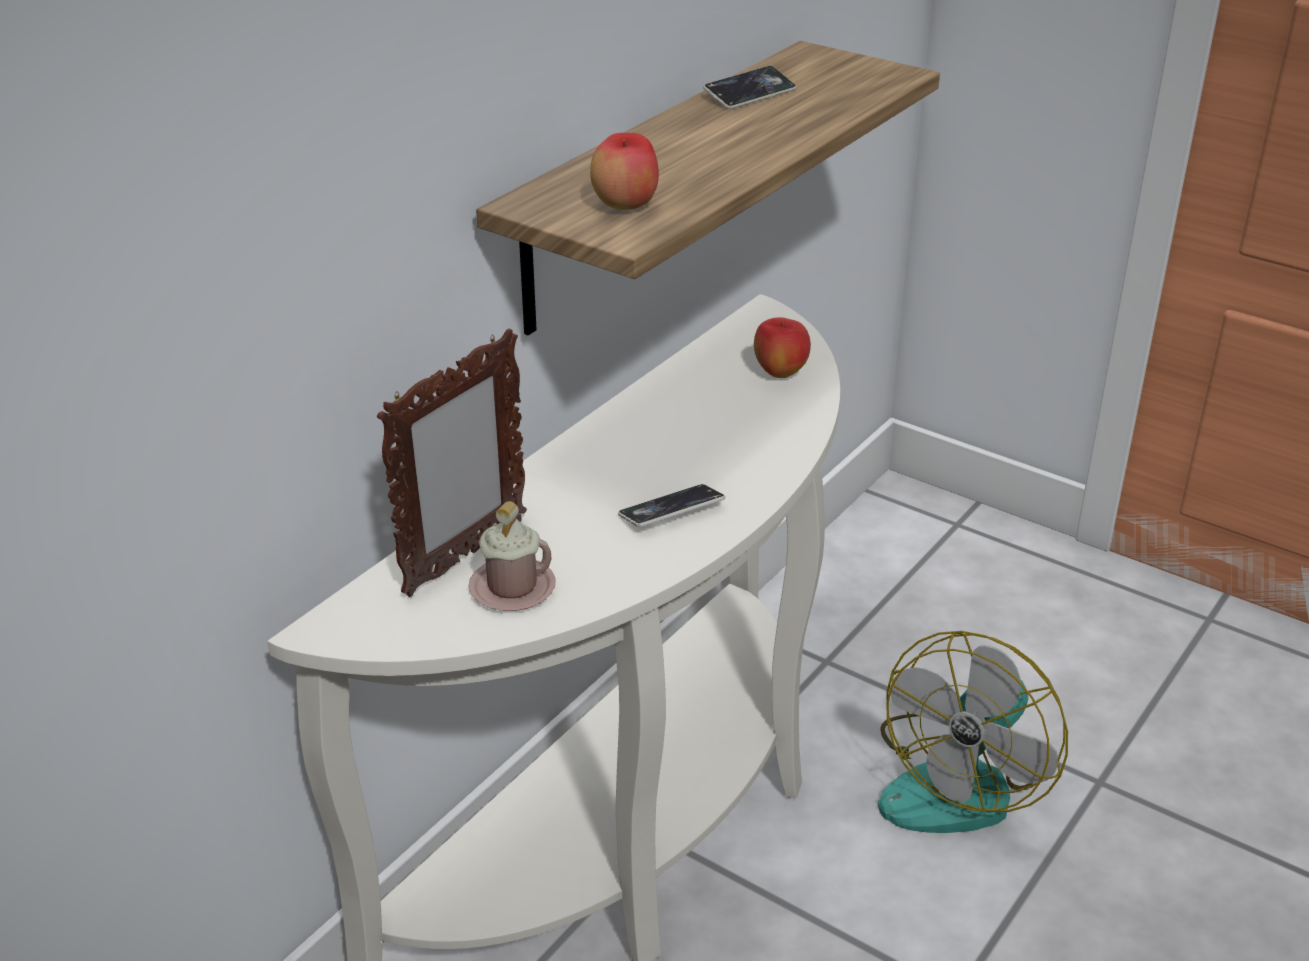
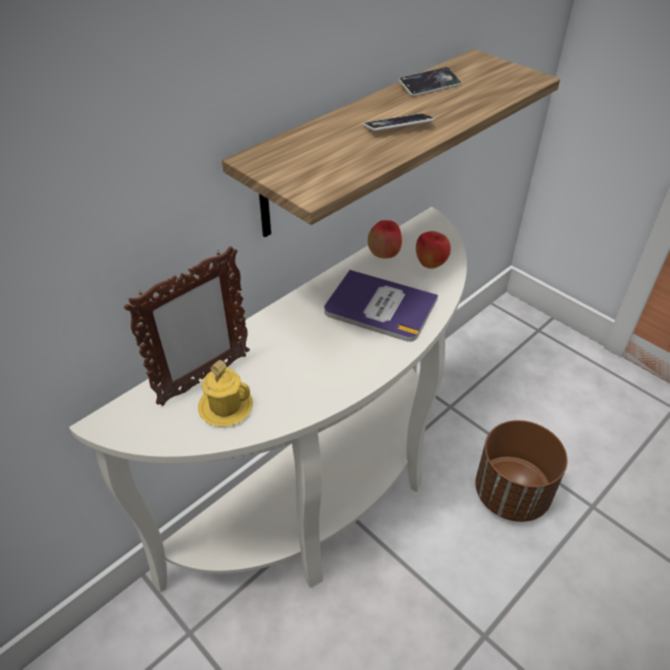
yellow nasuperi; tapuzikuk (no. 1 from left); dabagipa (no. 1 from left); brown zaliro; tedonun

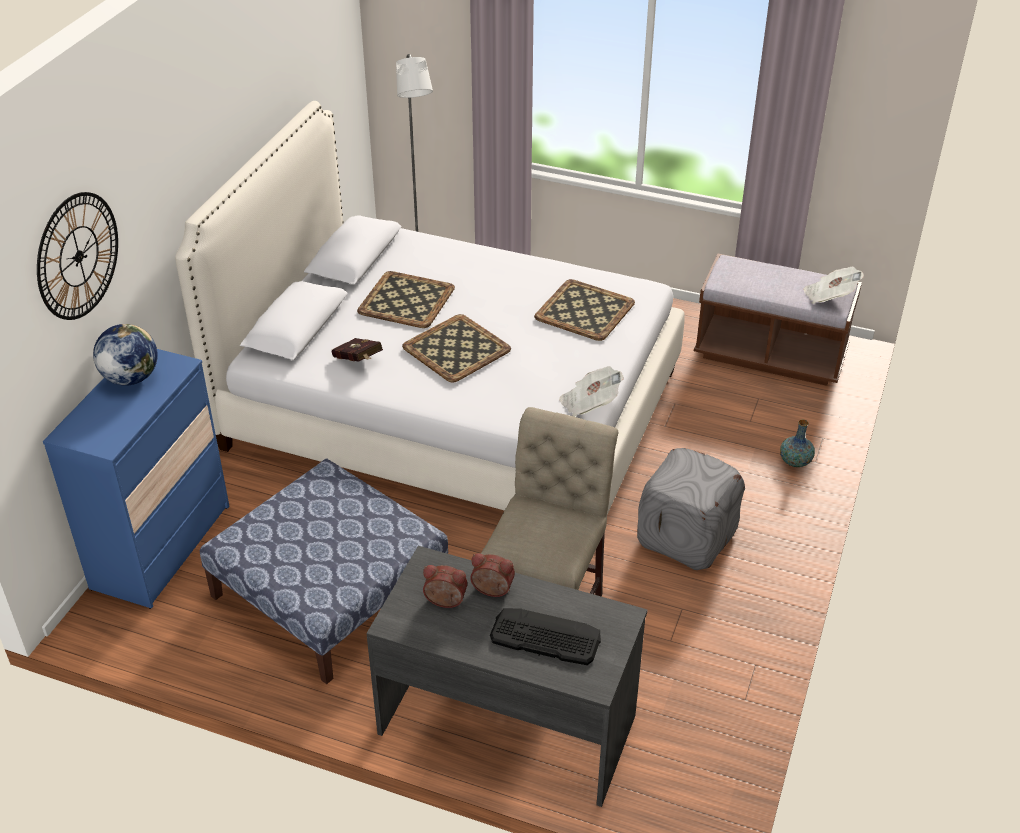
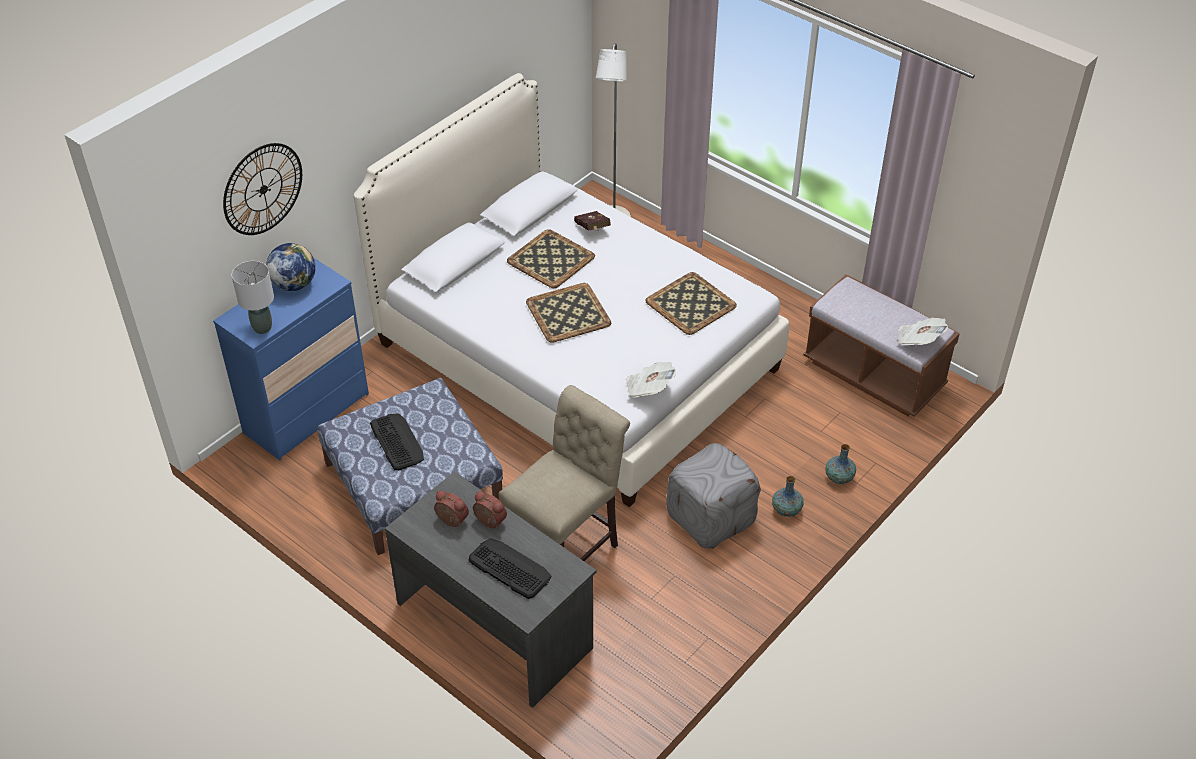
red tedonun; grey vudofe; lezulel (no. 1 from left); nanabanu (no. 1 from left)

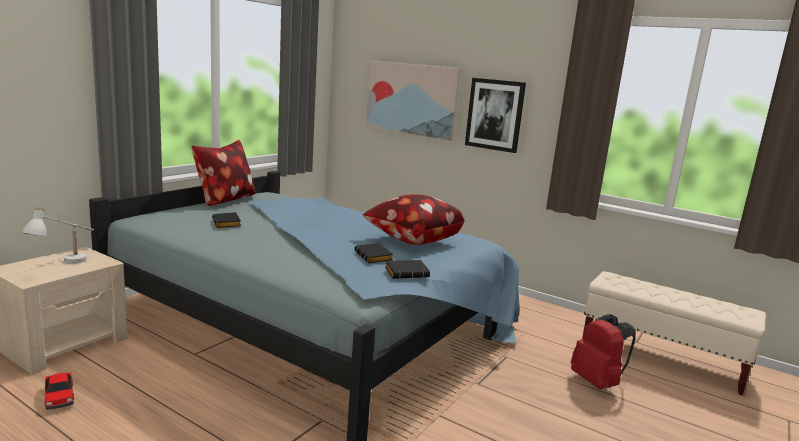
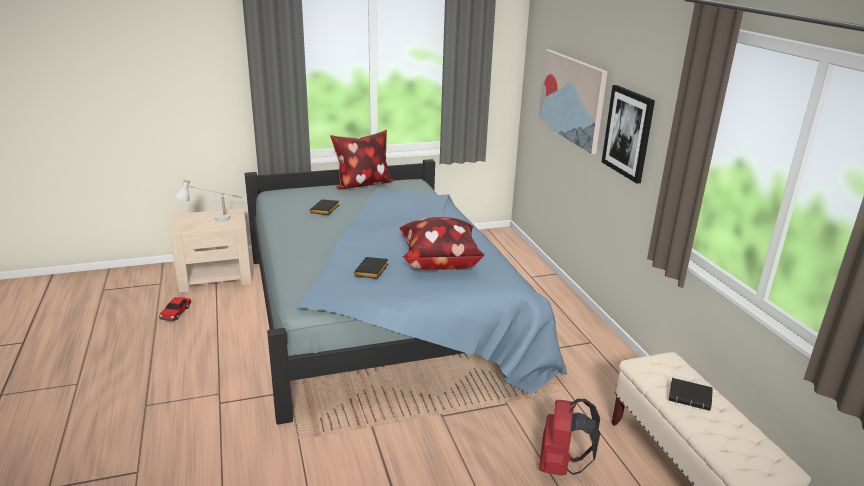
black tedonun (no. 3 from left)

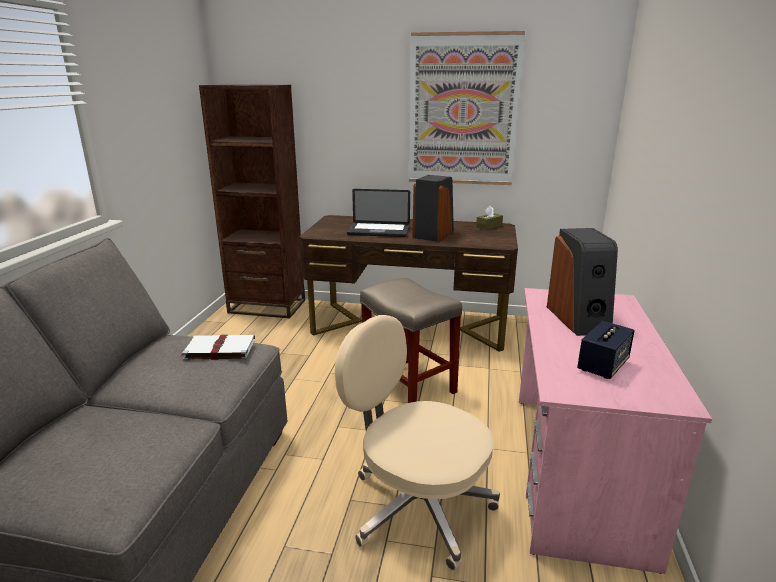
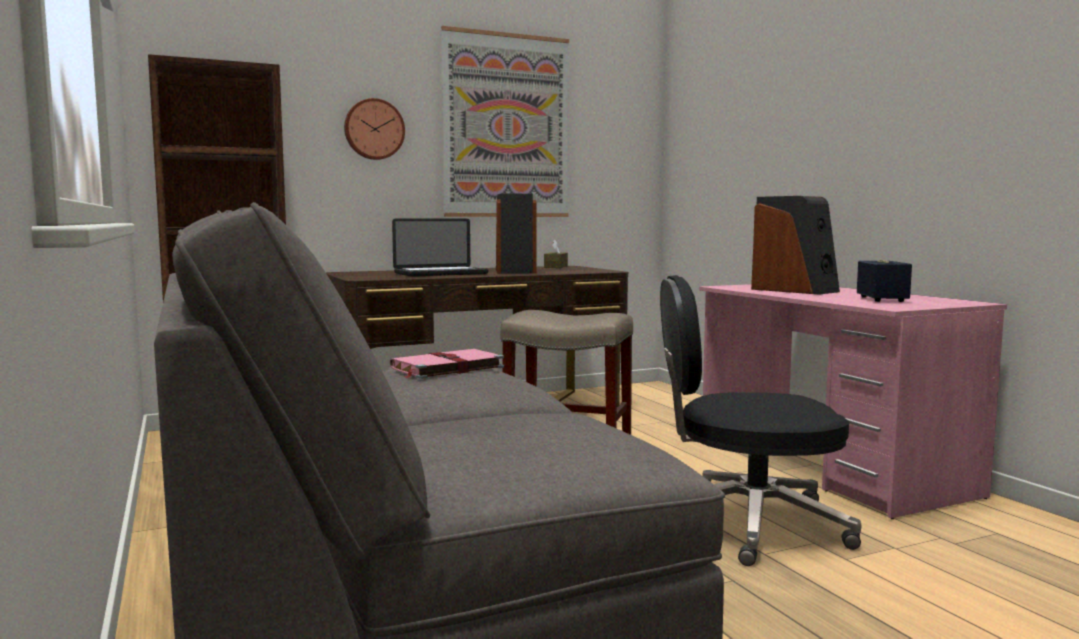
pink tedonun; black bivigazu; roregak

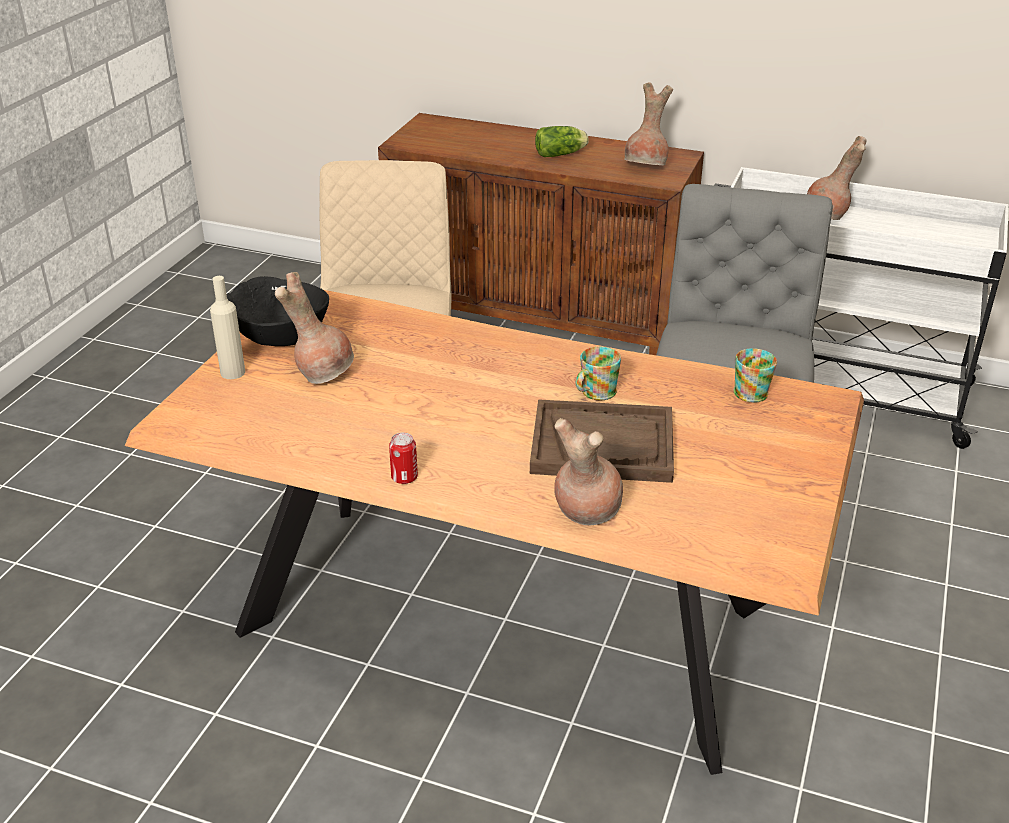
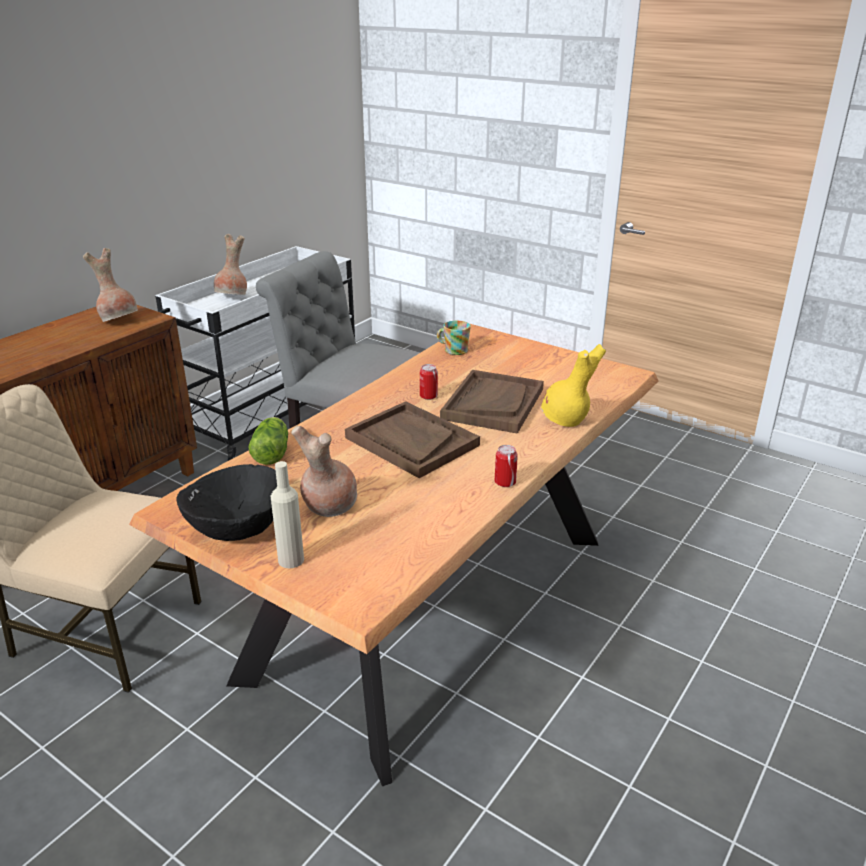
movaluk; yellow nanabanu; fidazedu (no. 1 from left); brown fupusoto (no. 1 from left)

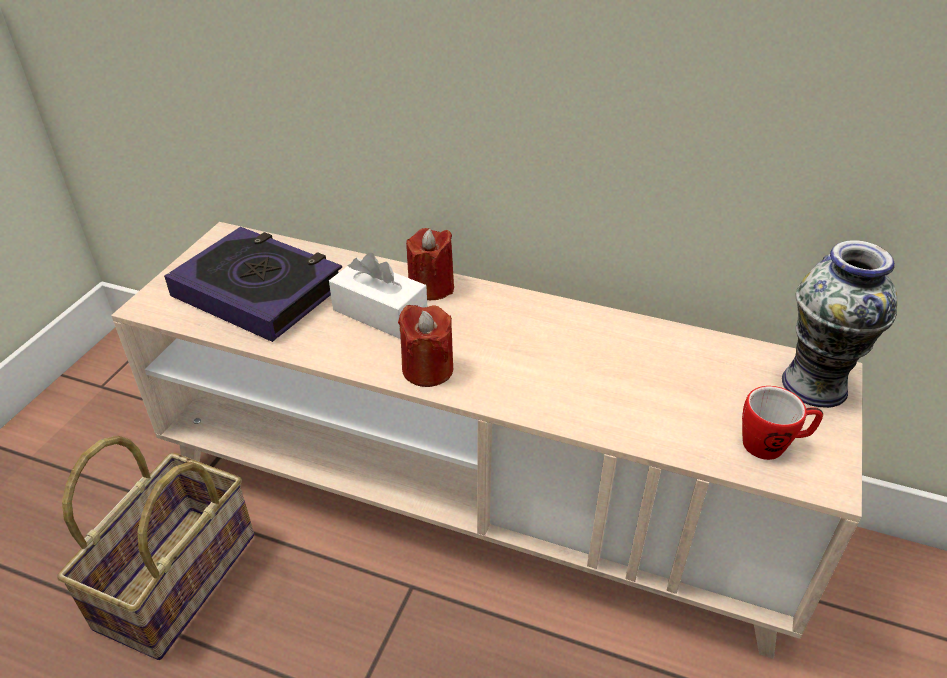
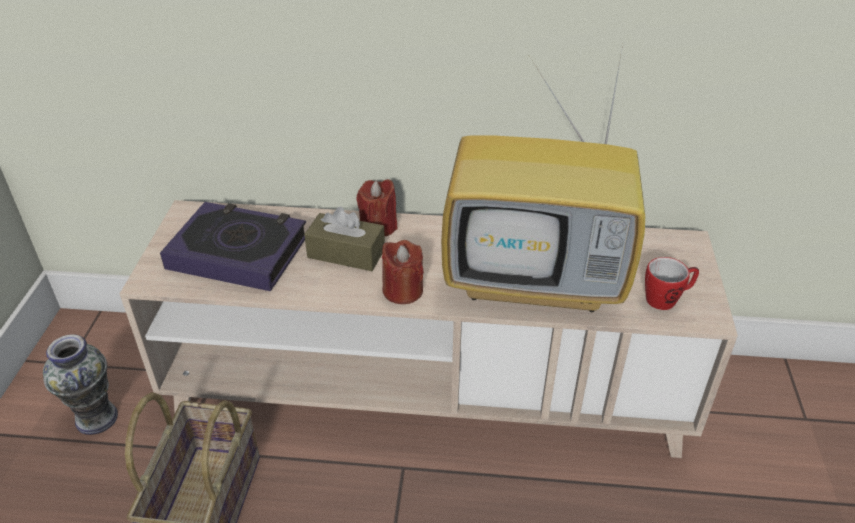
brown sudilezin; nanabanu; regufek

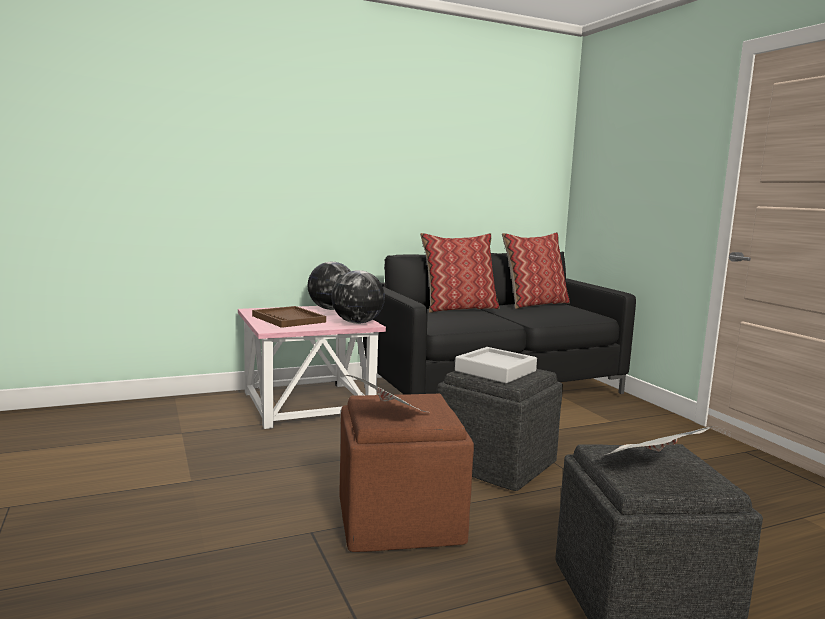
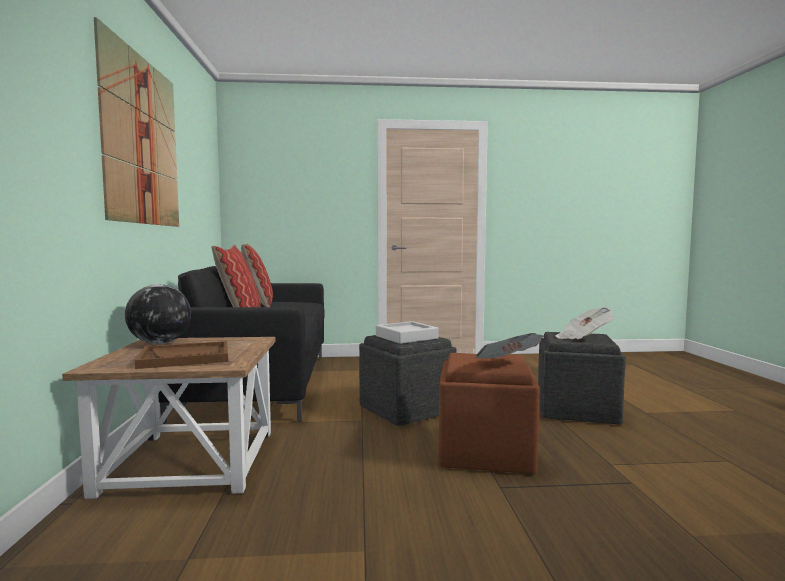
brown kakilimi; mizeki (no. 2 from left in the first image); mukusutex

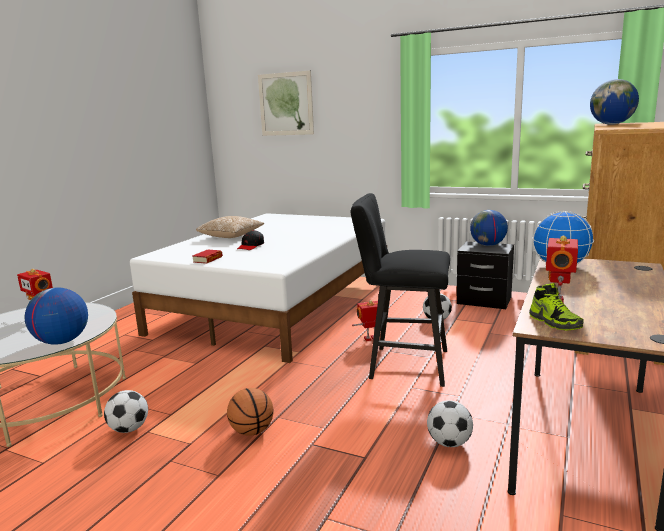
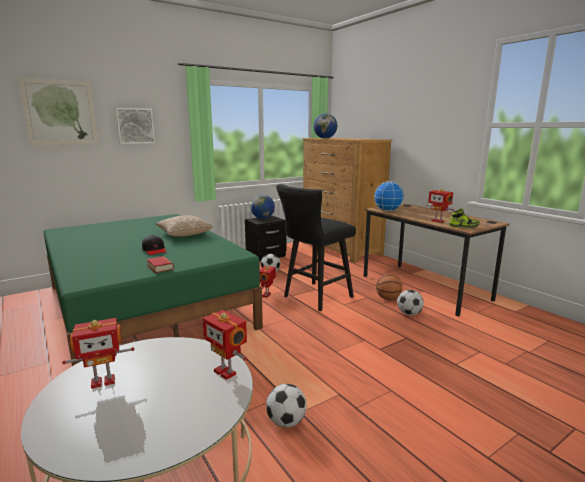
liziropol (no. 2 from left); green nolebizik; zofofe; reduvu; mukusutex (no. 2 from left)

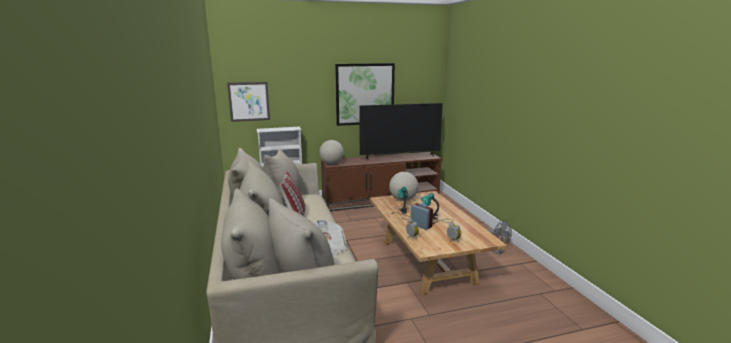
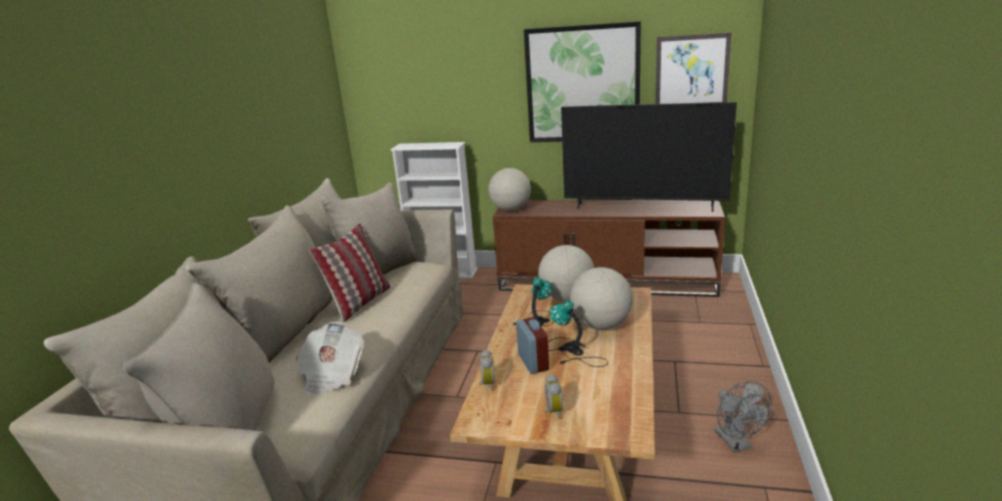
mukusutex (no. 2 from left); mizeki (no. 3 from left)

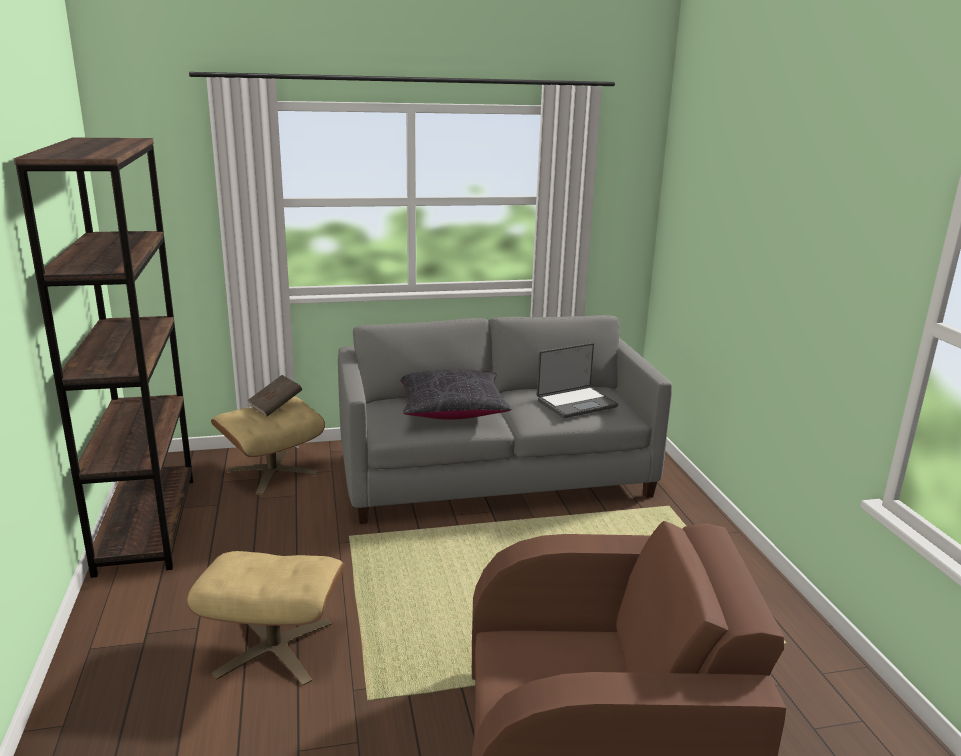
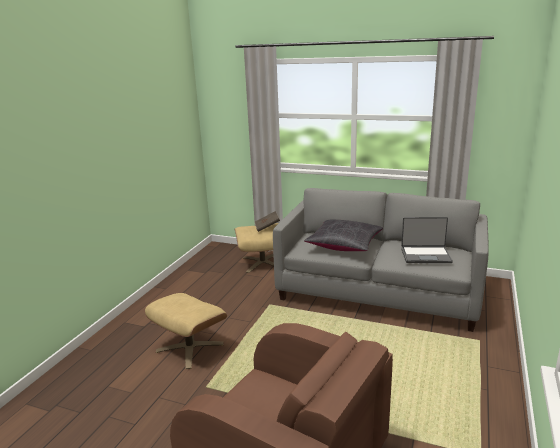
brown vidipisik

